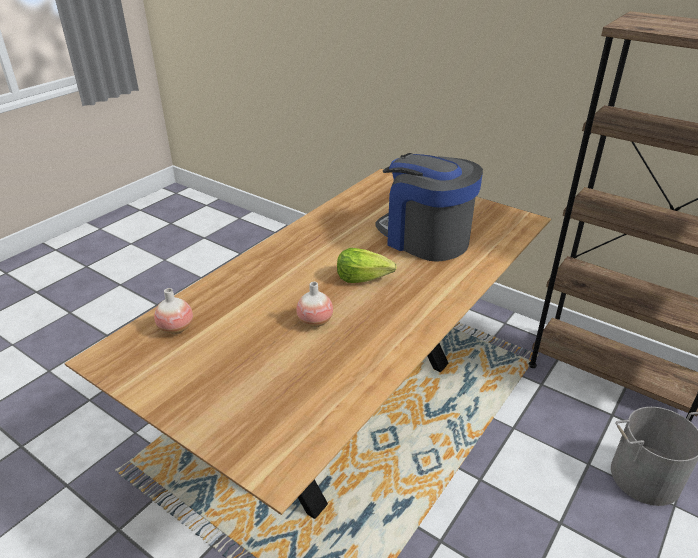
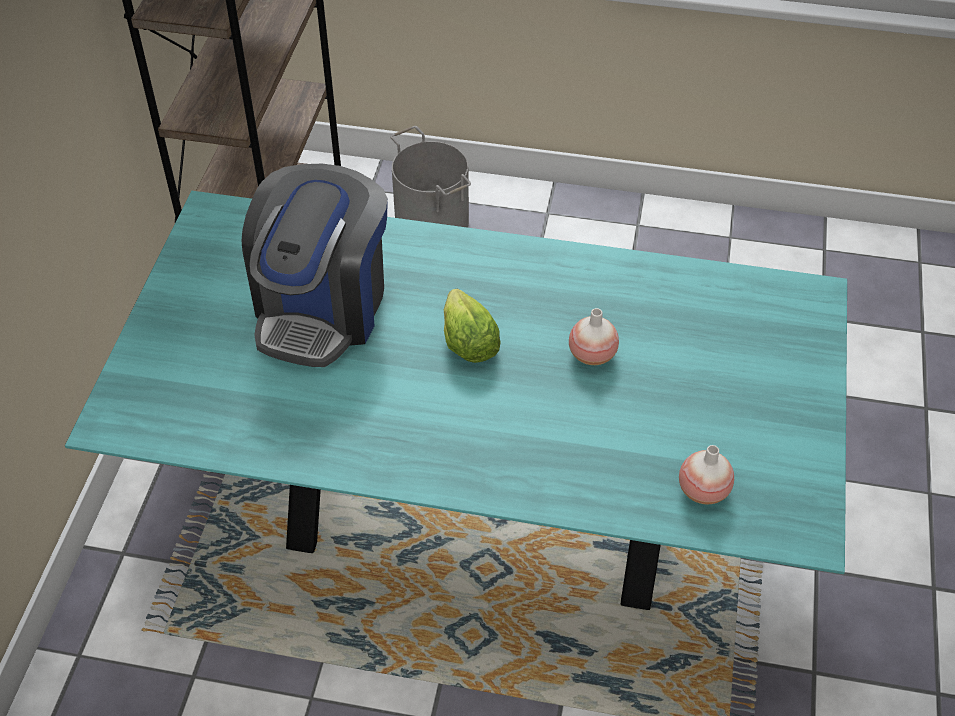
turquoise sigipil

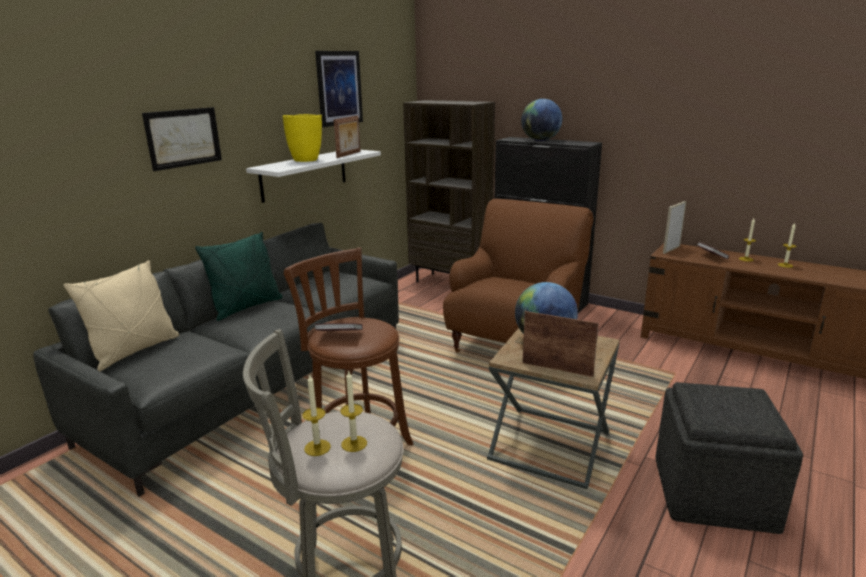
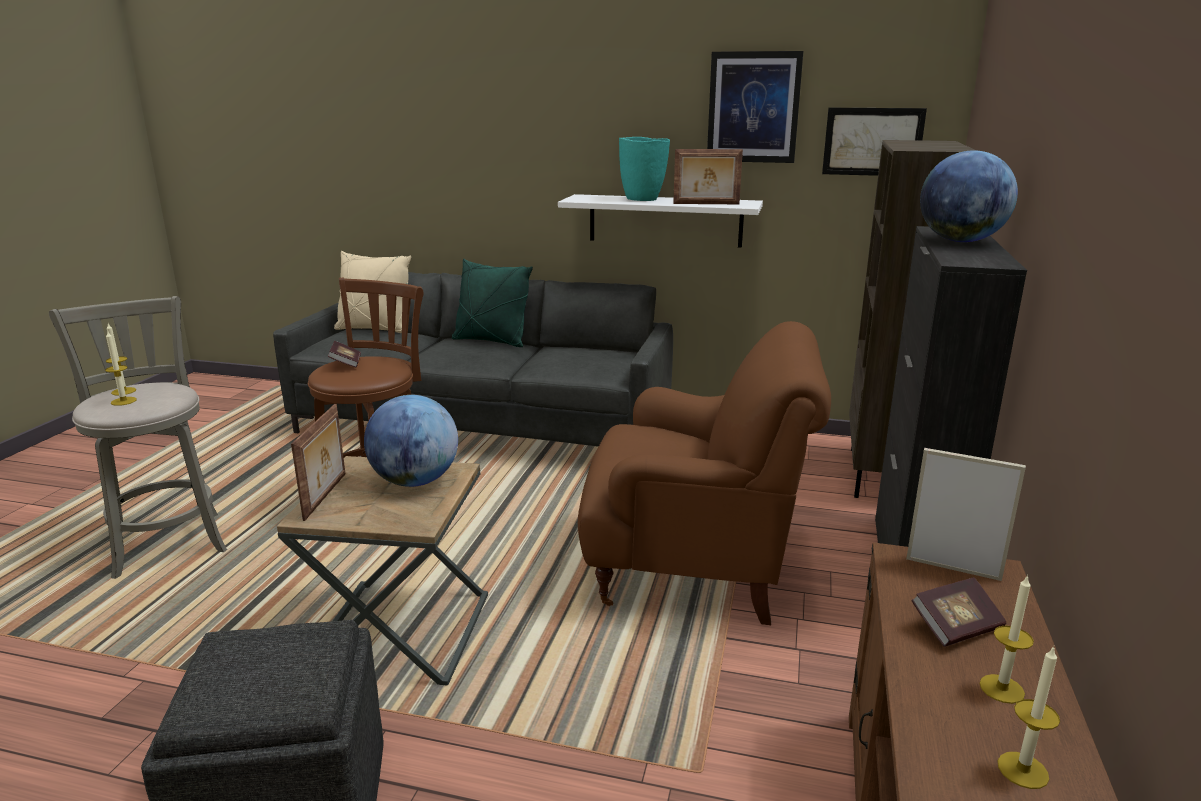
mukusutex (no. 2 from left); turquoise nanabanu

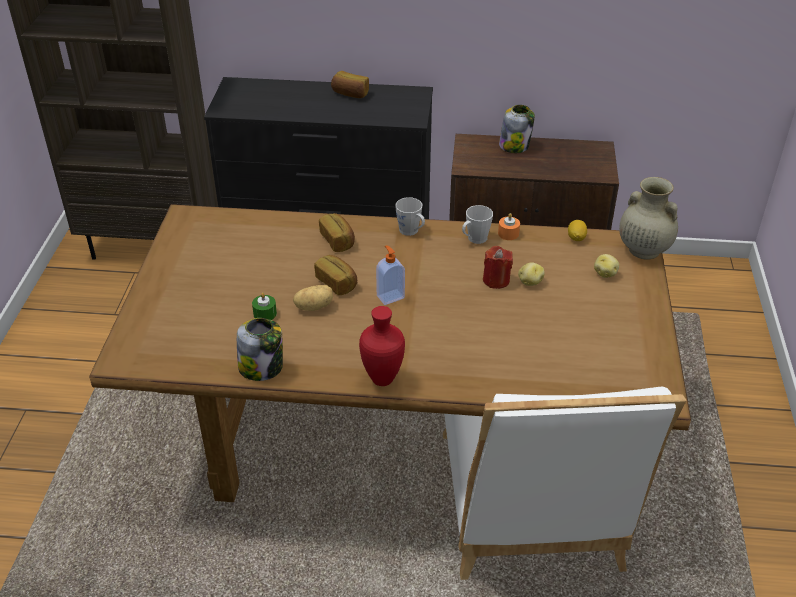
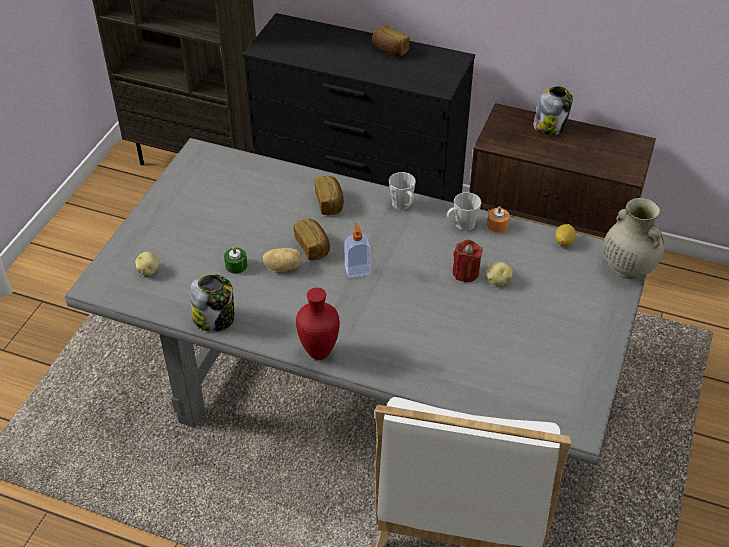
grey sigipil; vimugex (no. 1 from left)

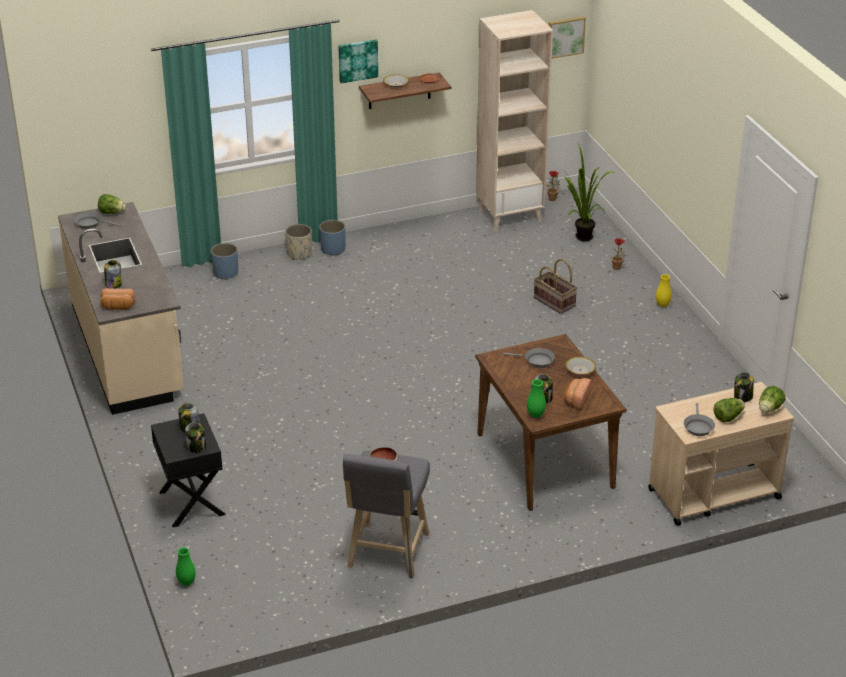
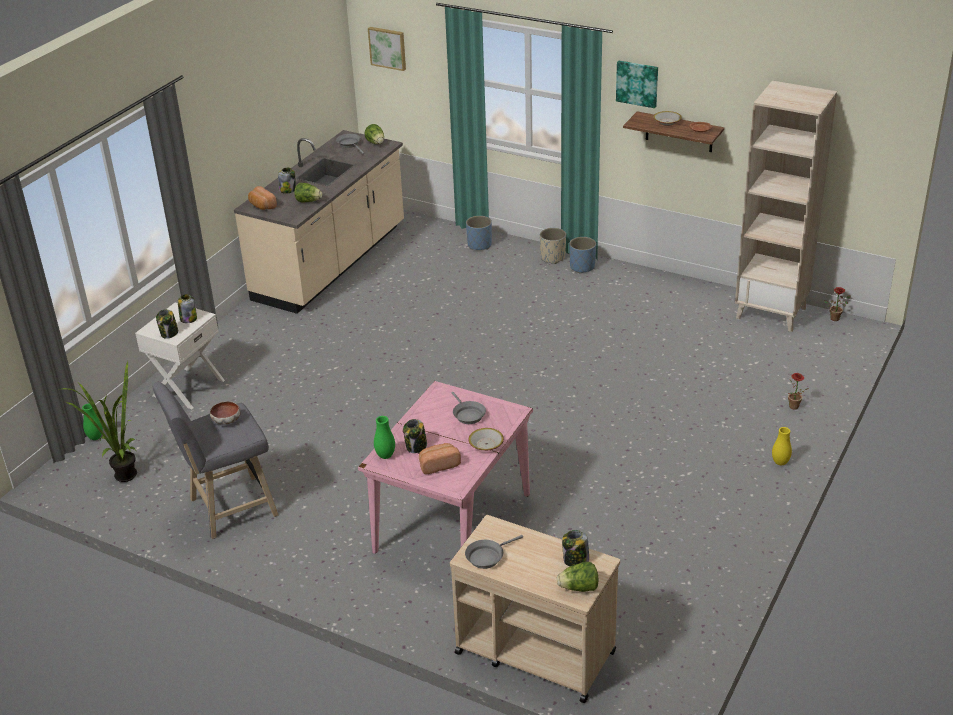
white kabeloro; pink sigipil; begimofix; mukusutex (no. 1 from left); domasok (no. 1 from left); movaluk (no. 1 from left)

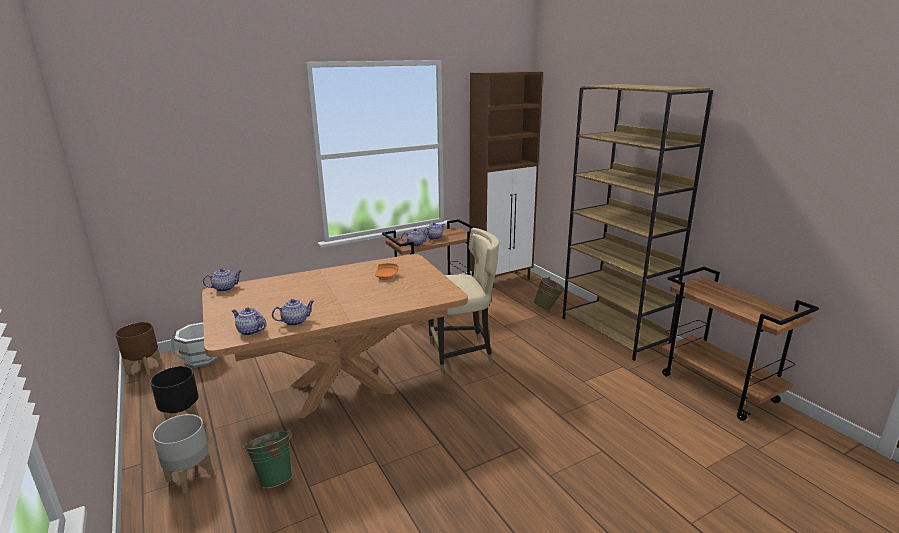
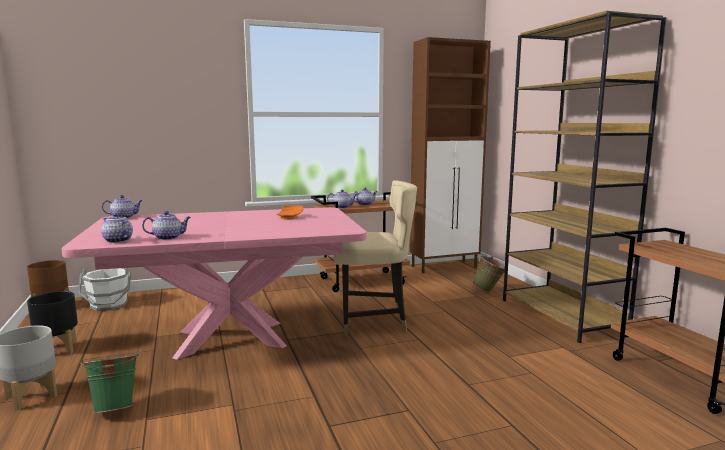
pink sigipil

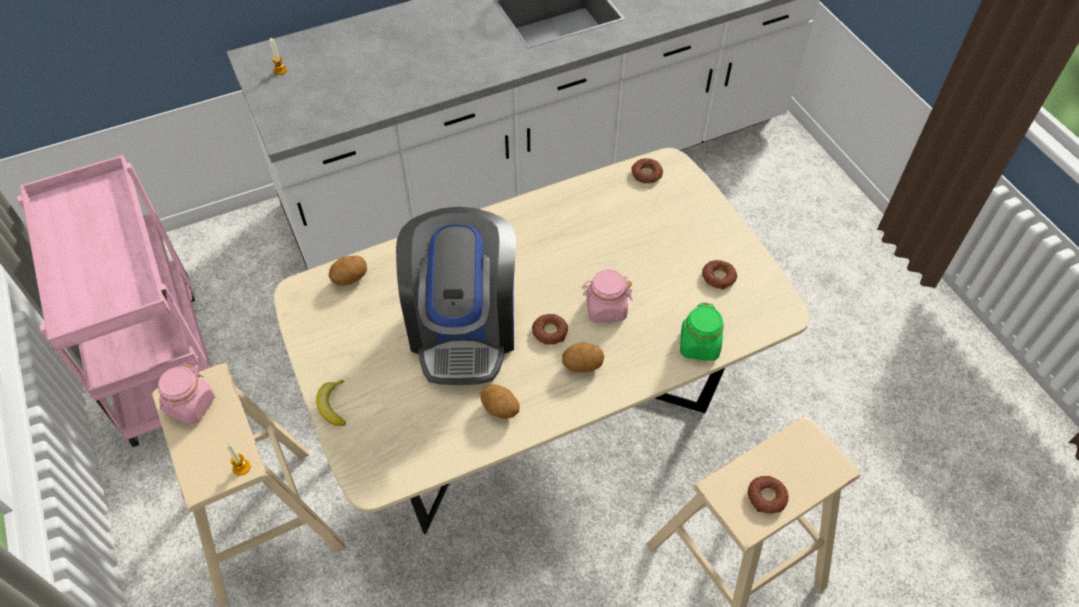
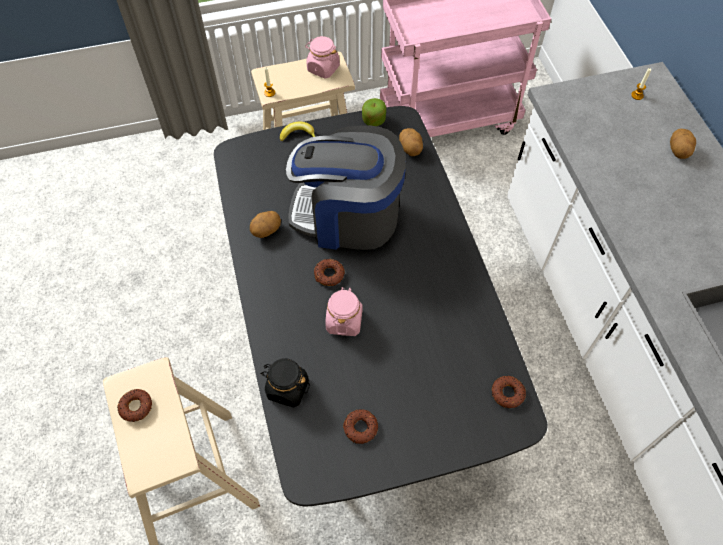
black sigipil; vimugex (no. 3 from left); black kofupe; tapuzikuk

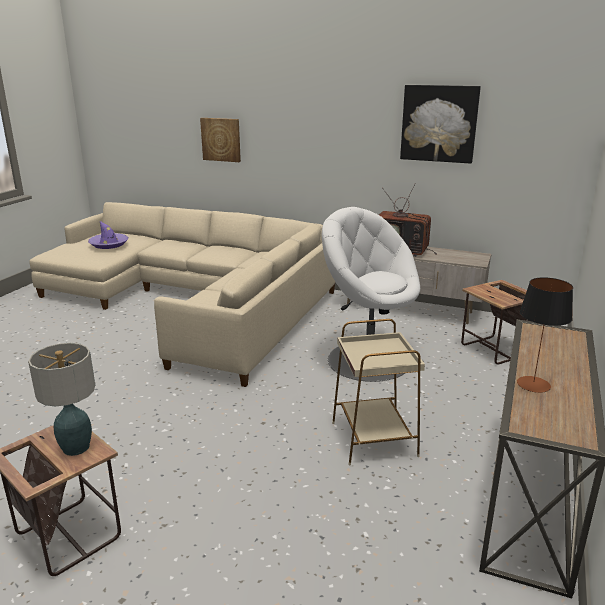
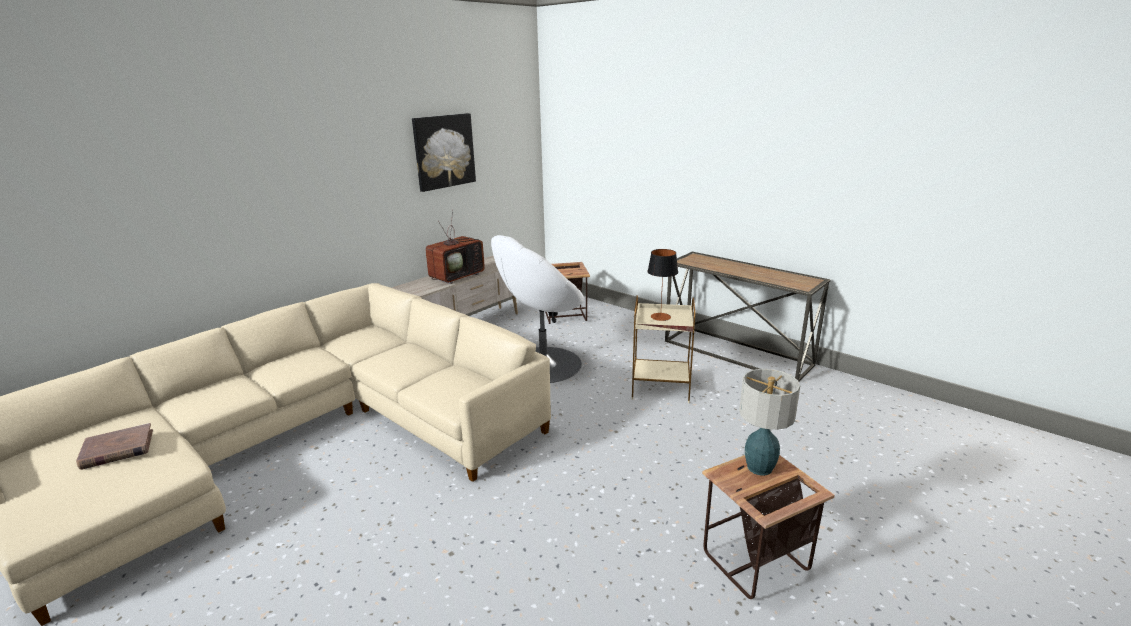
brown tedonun; mukusutex (no. 1 from left in the first image); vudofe (no. 1 from left)

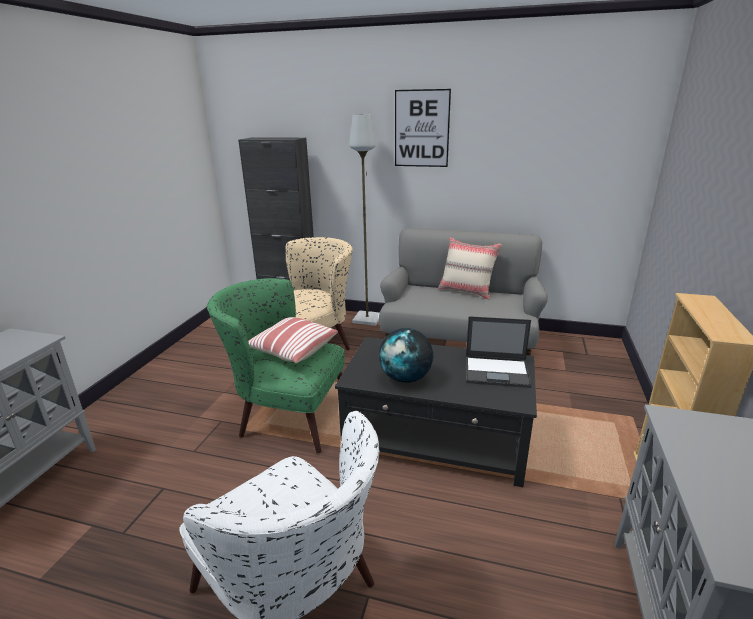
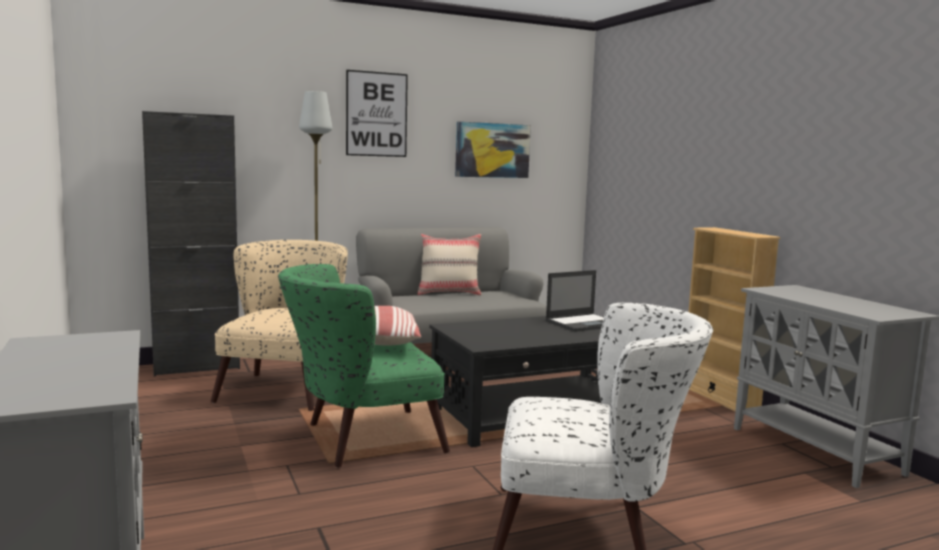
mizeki; mukusutex (no. 2 from left)

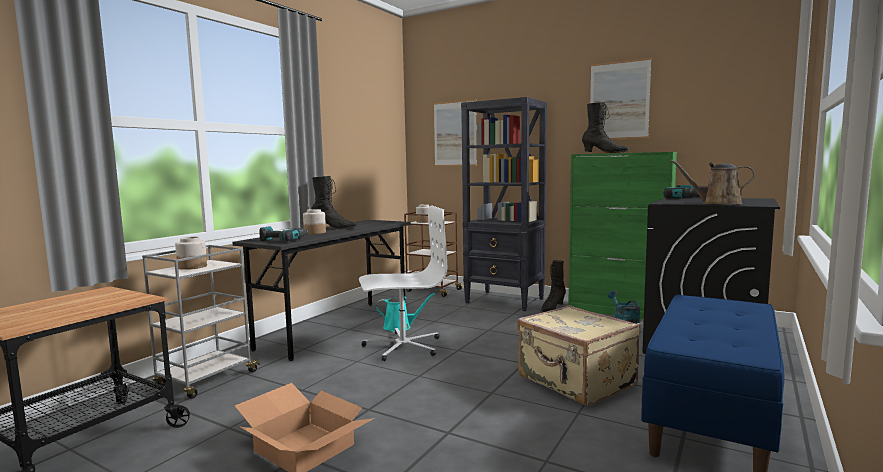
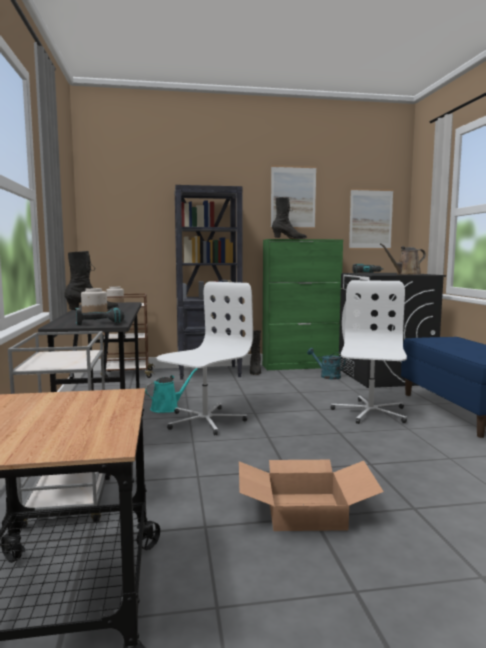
kofupe (no. 1 from left in the first image); mukusutex (no. 2 from left); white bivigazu (no. 2 from left)

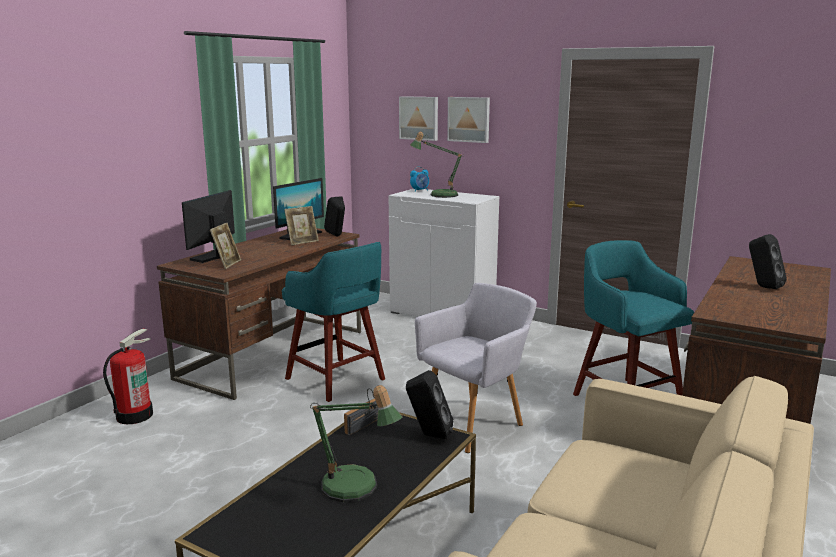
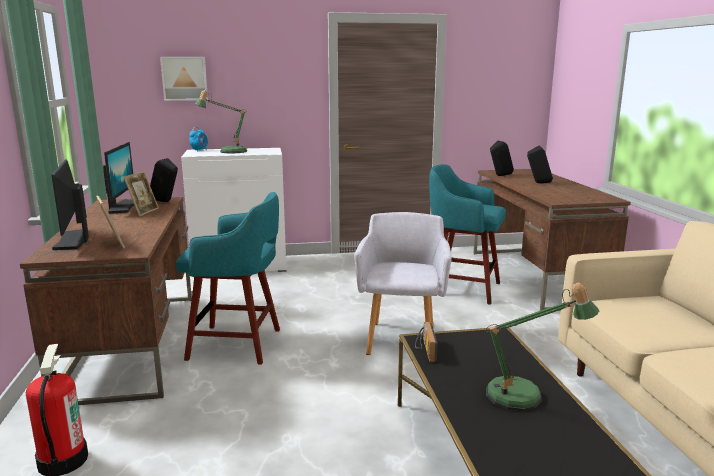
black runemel (no. 2 from left); mukusutex (no. 2 from left in the first image)

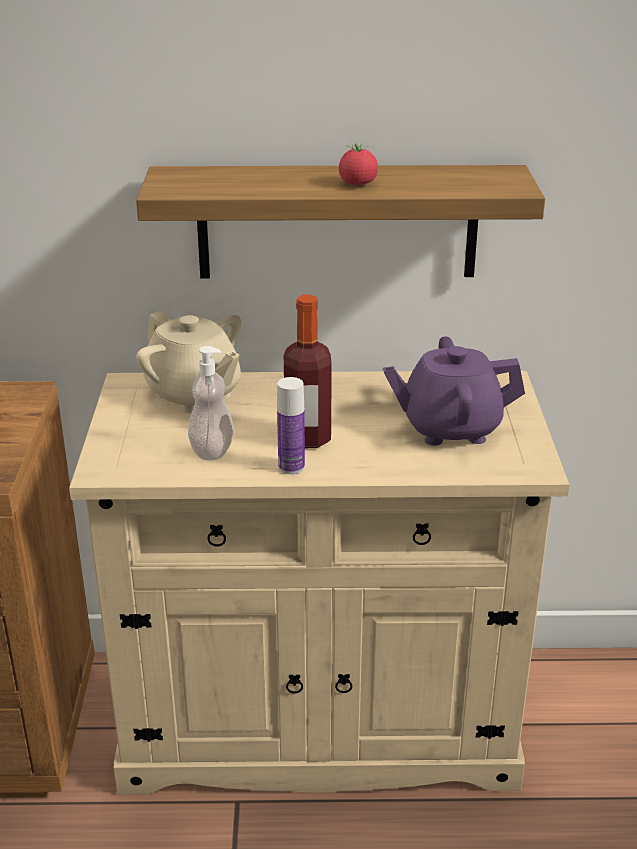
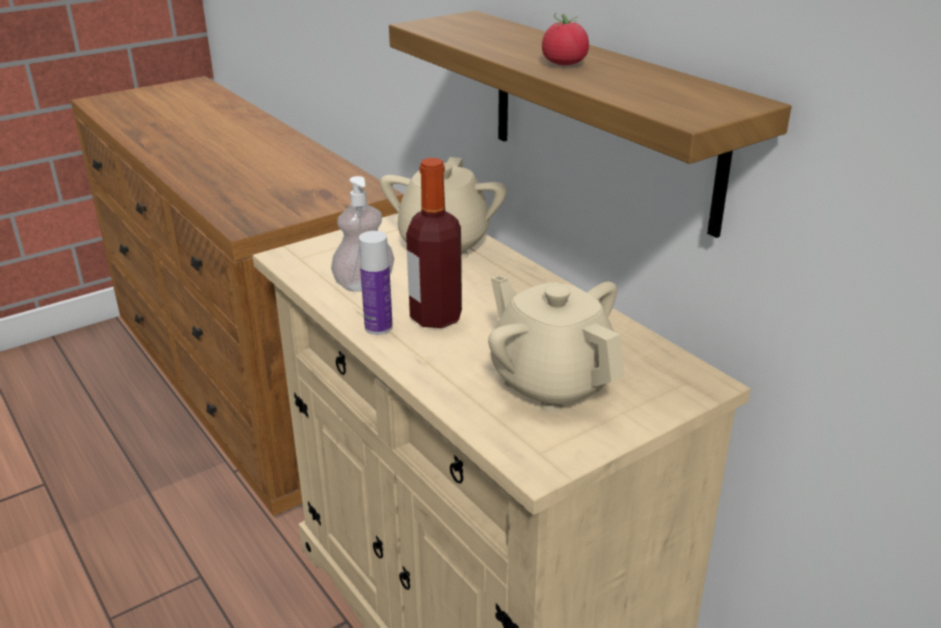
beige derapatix (no. 2 from left)

